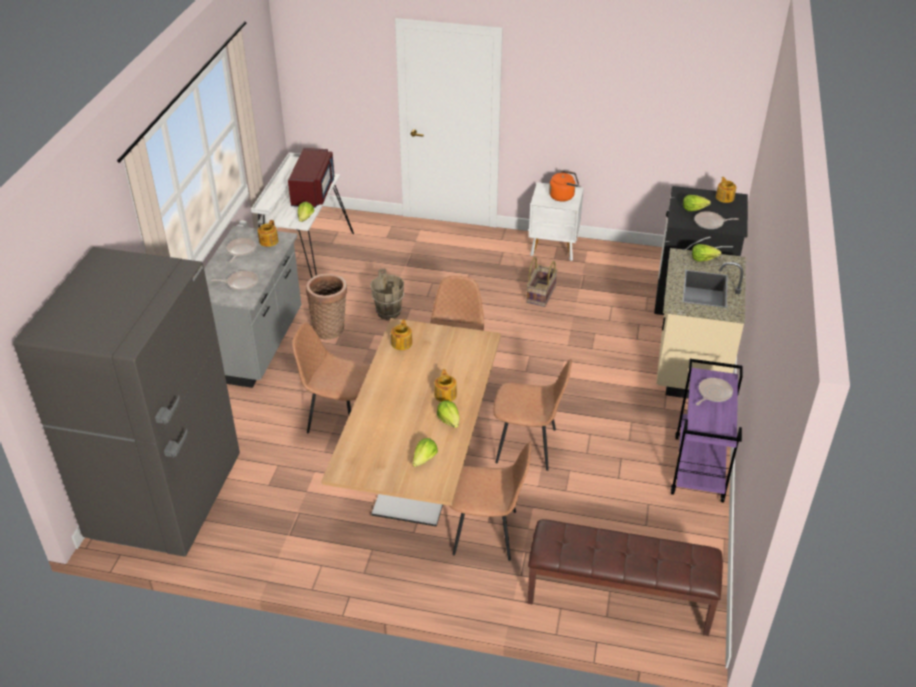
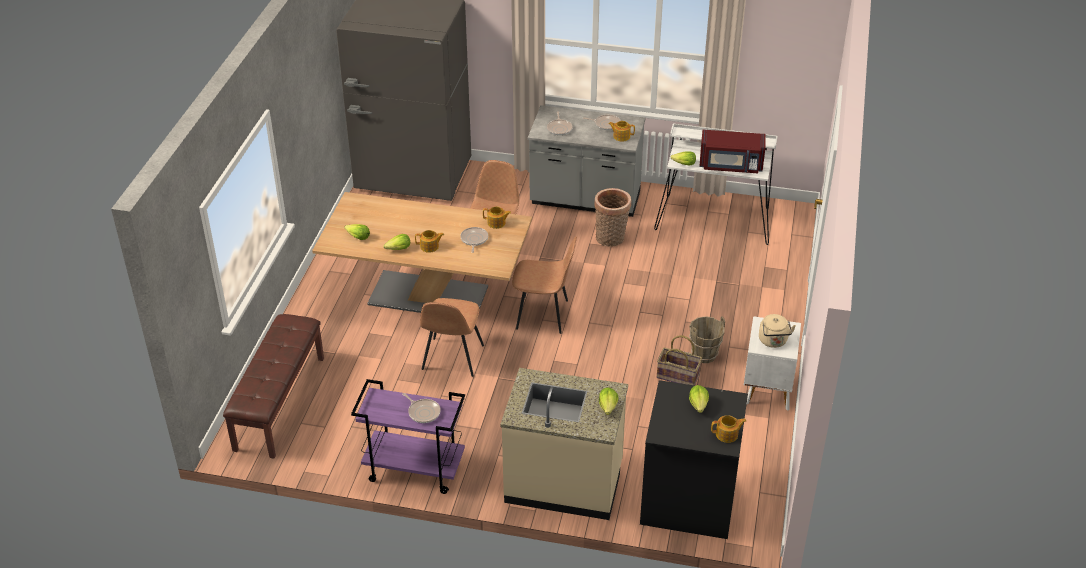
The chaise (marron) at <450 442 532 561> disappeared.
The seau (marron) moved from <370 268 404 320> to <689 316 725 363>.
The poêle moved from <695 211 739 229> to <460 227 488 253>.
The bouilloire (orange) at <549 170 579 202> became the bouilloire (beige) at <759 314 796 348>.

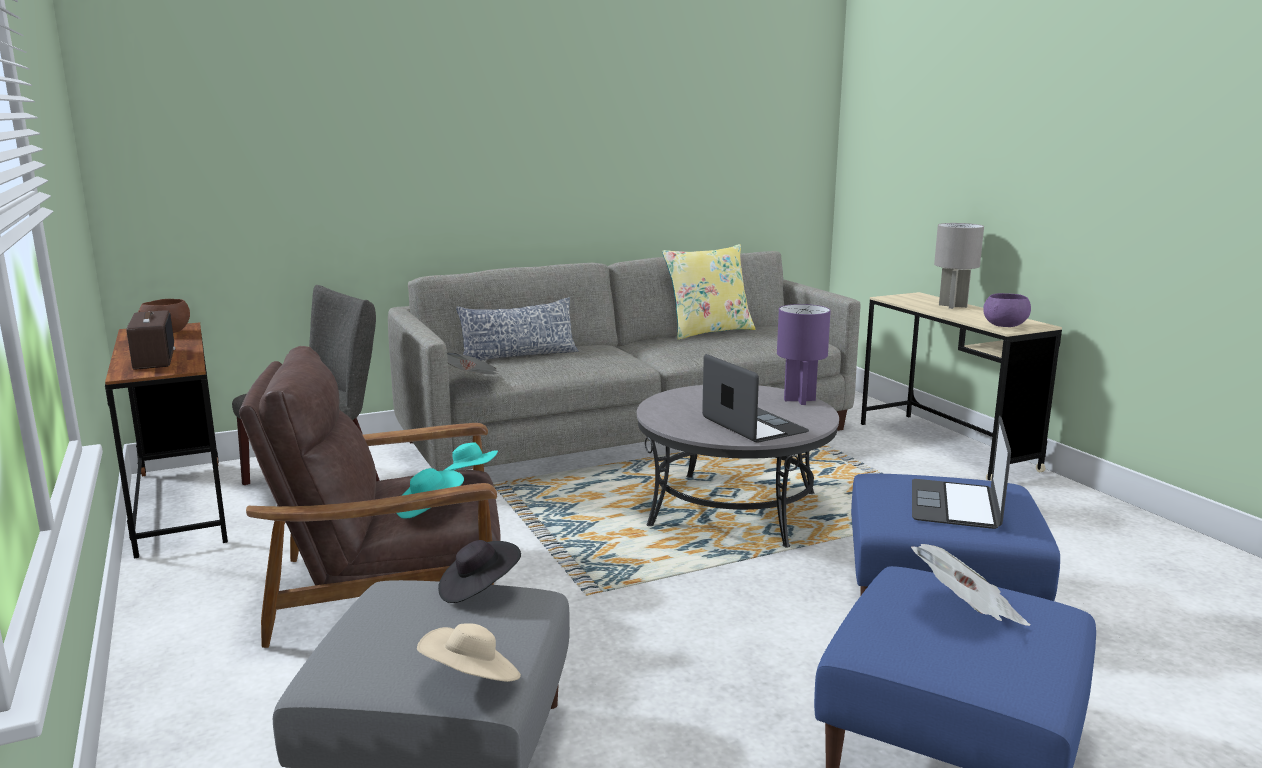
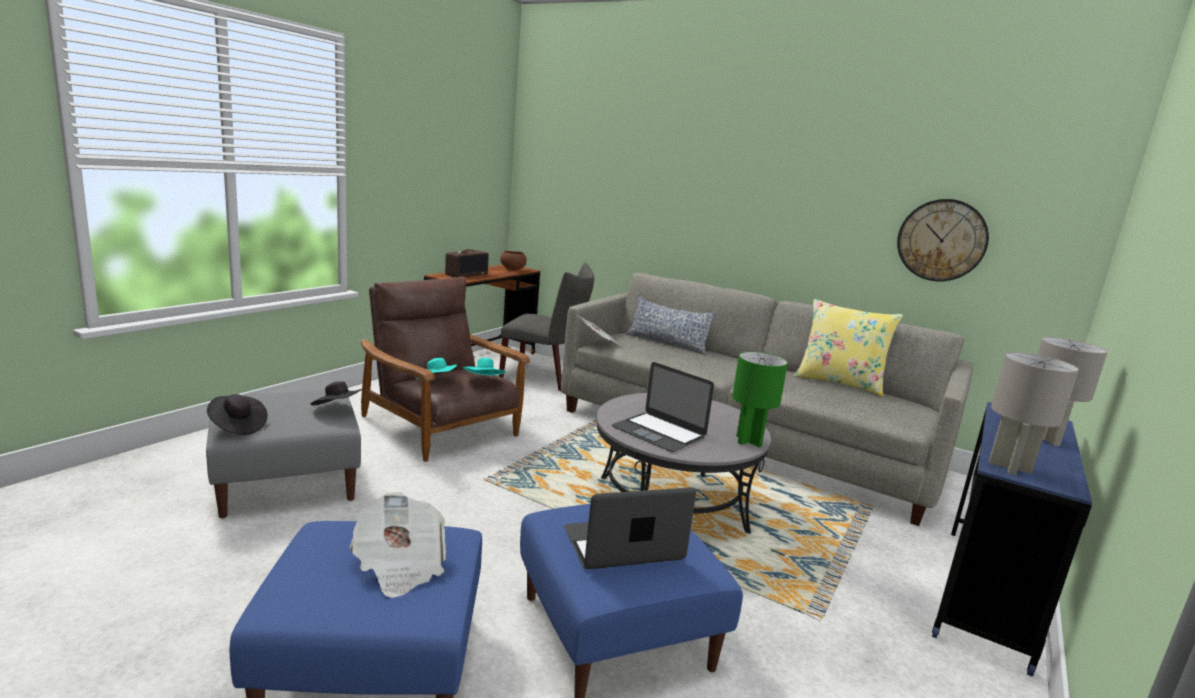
The horloge murale at <897 199 989 281> appeared.
The bol (violet) at <983 293 1031 327> was replaced by the lampe de table (gris) at <989 352 1079 475>.
The chapeau (beige) at <417 623 521 682> became the chapeau (noir) at <207 394 268 435>.
The lampe de table (violet) at <777 304 831 405> became the lampe de table (vert) at <732 351 788 447>.
The bureau (beige) at <861 292 1062 481> became the bureau (bleu) at <932 402 1092 677>.
The ordinateur portable at <702 354 809 443> turned 105 degrees clockwise.

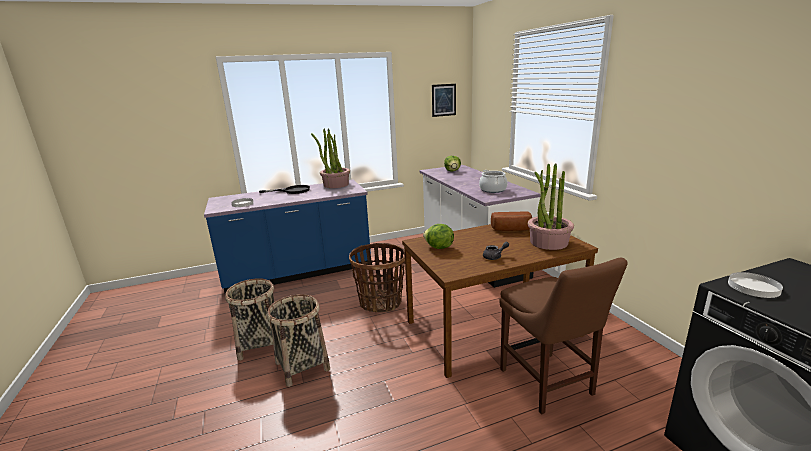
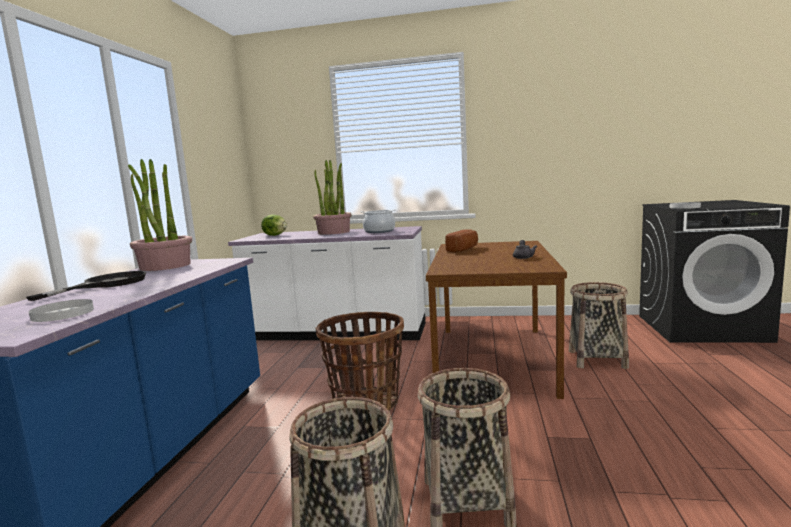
The laitue at <423 224 454 249> disappeared.
The tableau at <432 84 456 117> disappeared.
The plante en pot moved from <528 163 574 250> to <313 160 351 235>.
The chaise (marron) at <499 258 628 415> was replaced by the panier at <569 282 629 369>.

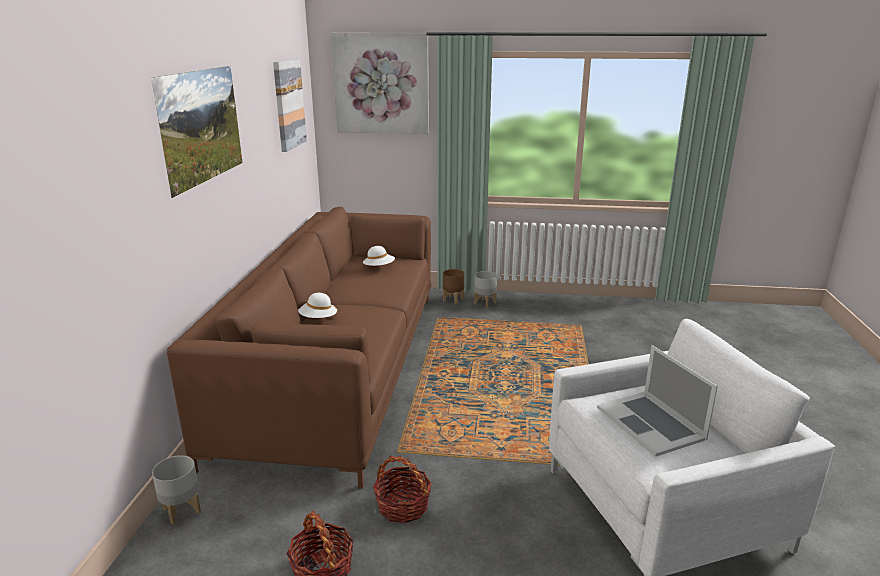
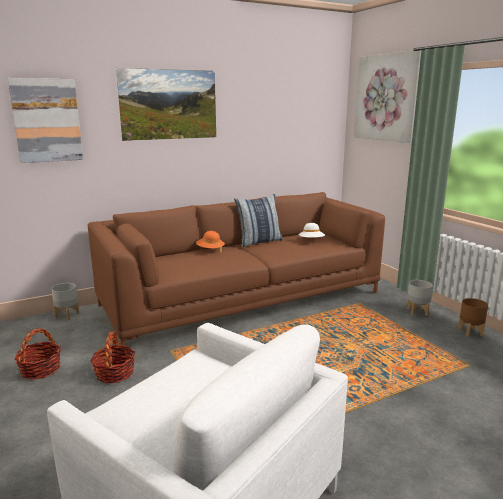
The ordinateur portable at <597 345 718 457> disappeared.
The coussin at <234 194 283 247> appeared.
The tableau moved from <273 59 307 152> to <8 78 83 163>.
The cache-pot (marron) moved from <443 269 464 304> to <458 298 488 337>.
The chapeau (blanc) at <298 293 338 318> became the chapeau (orange) at <196 231 225 253>.

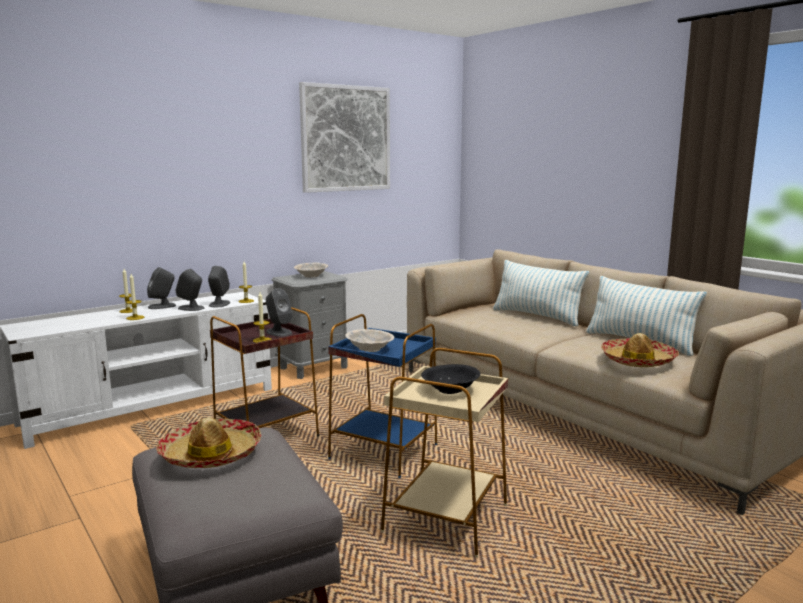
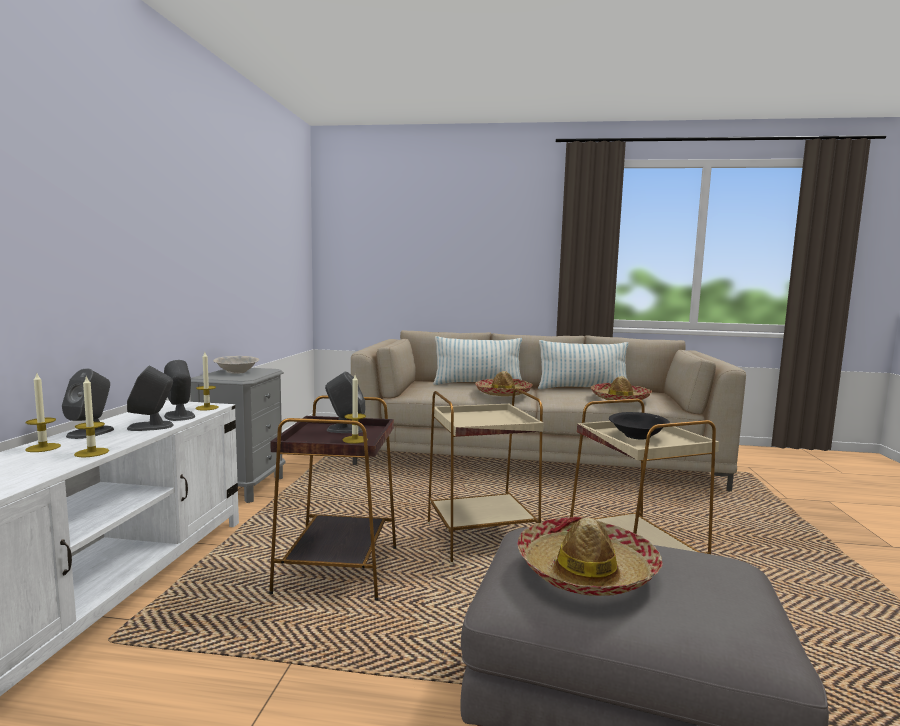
The tableau at <299 82 390 193> disappeared.
The bol (beige) at <345 329 394 352> disappeared.
The chapeau at <475 371 532 396> appeared.
The table d'appoint (bleu) at <328 314 437 478> became the table d'appoint (beige) at <428 388 543 565>.

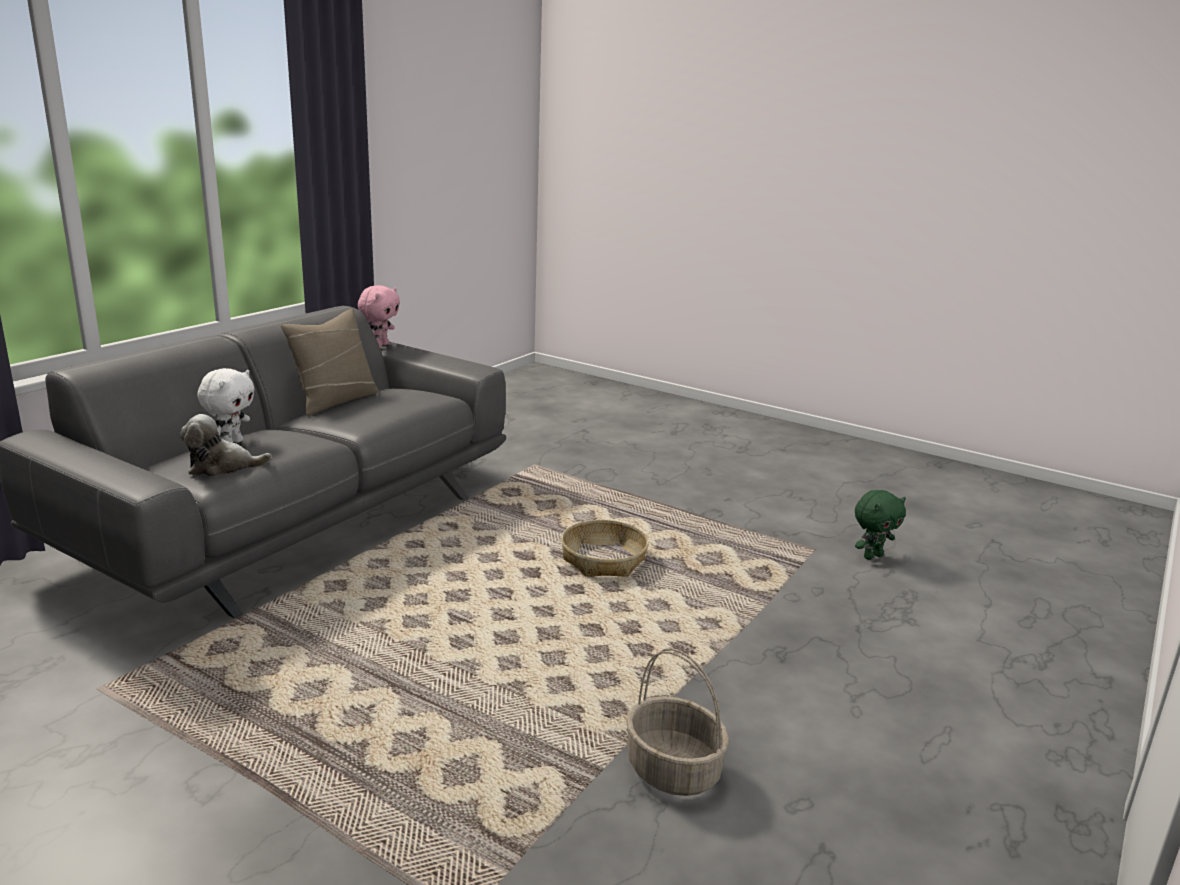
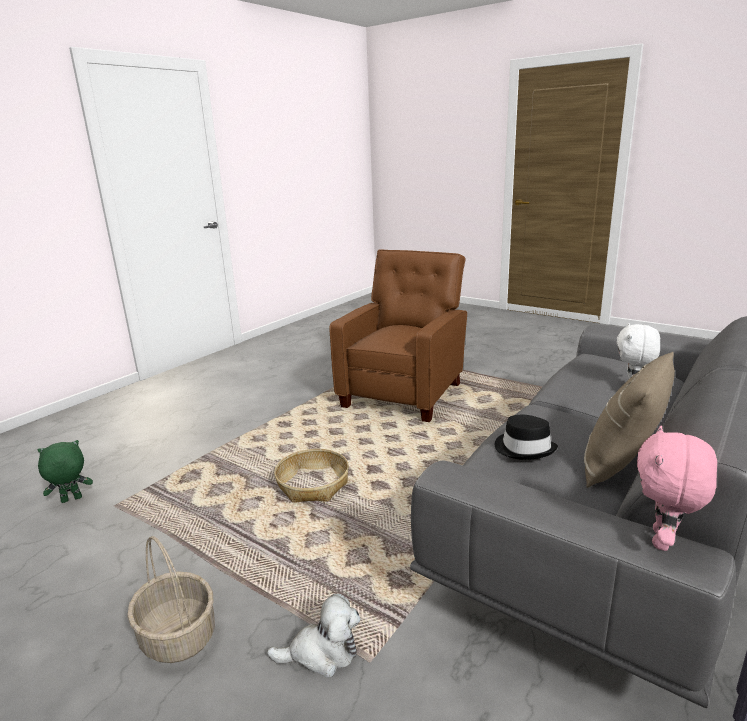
The fauteuil (marron) at <329 249 467 422> appeared.
The chapeau (noir) at <495 415 558 460> appeared.
The peluche moved from <180 414 272 477> to <267 594 360 678>.
The panier moved from <626 648 729 796> to <127 536 215 663>.

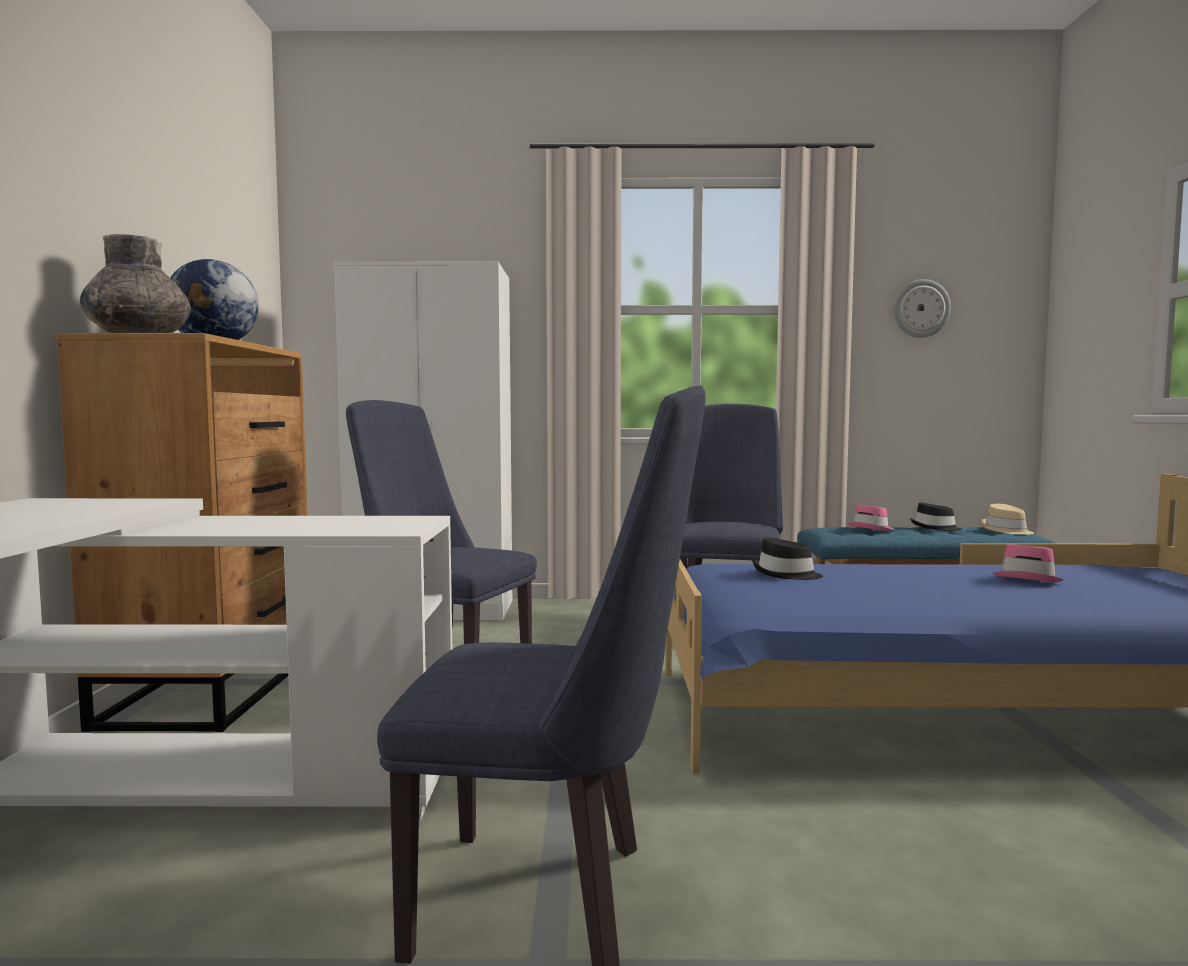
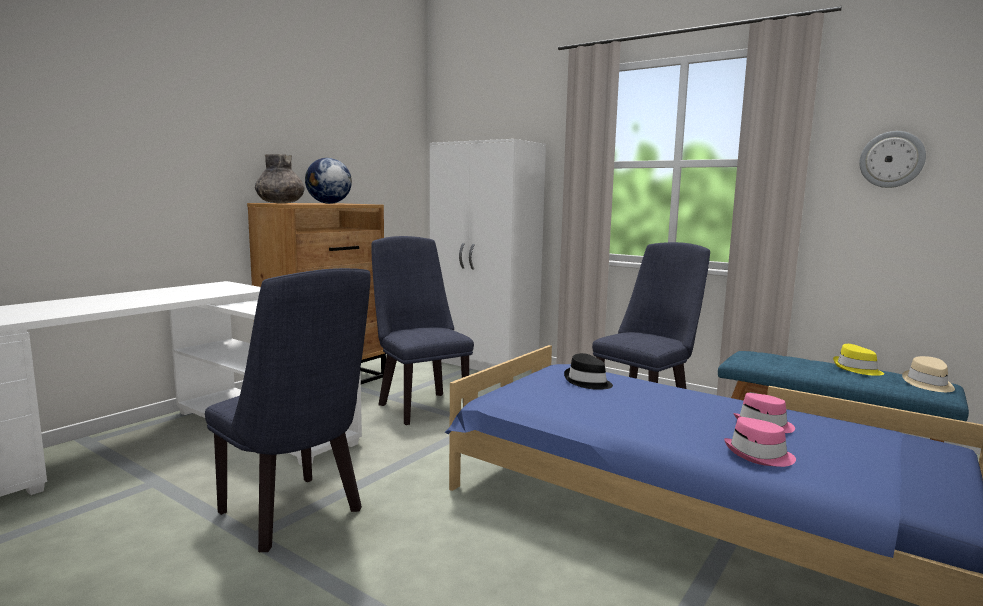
The chapeau (rose) moved from <848 505 895 530> to <724 417 796 467>.
The chapeau (noir) at <910 502 962 531> became the chapeau (jaune) at <833 344 884 376>.

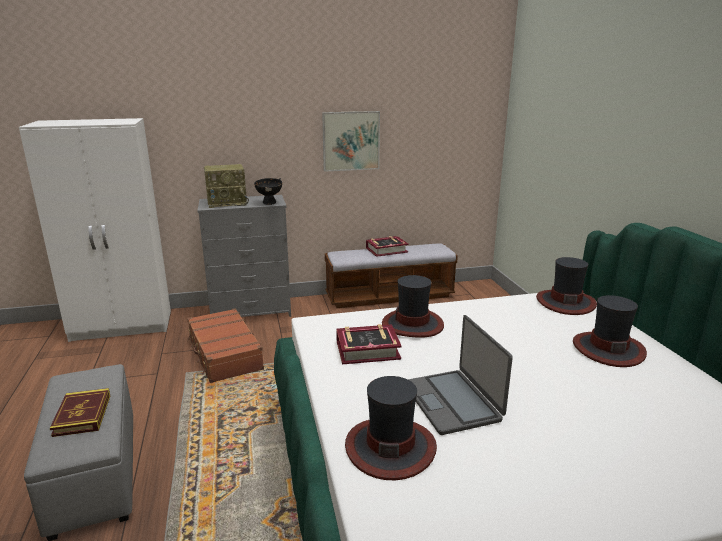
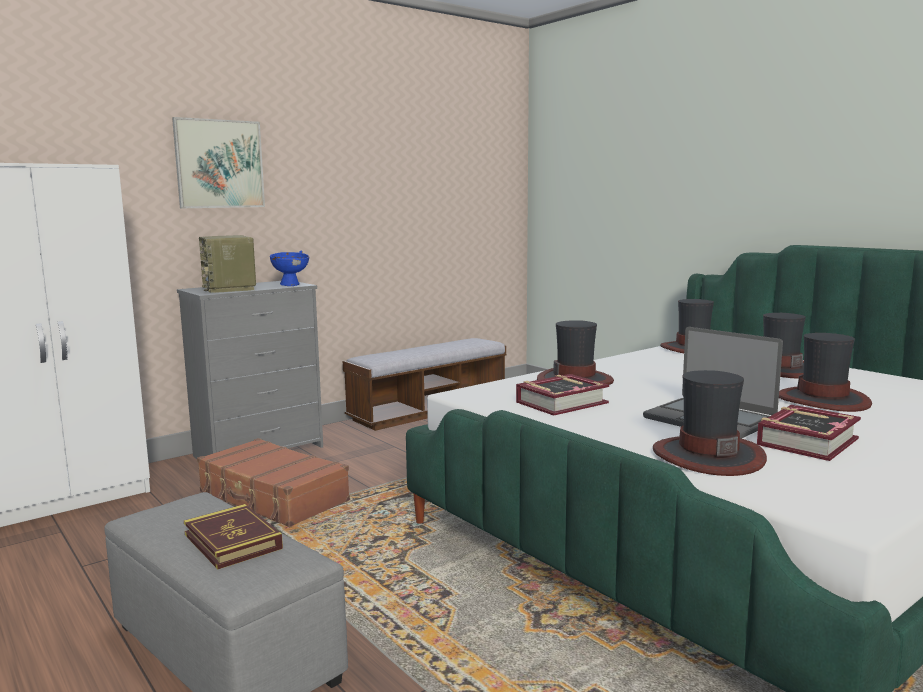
The chapeau at <779 333 872 412> appeared.
The tableau moved from <322 111 380 172> to <172 117 265 208>.
The livre moved from <366 236 408 257> to <757 405 861 461>.
The bol (noir) at <254 178 282 205> became the bol (bleu) at <270 251 309 286>.
The radio at <204 164 249 208> turned 105 degrees clockwise.

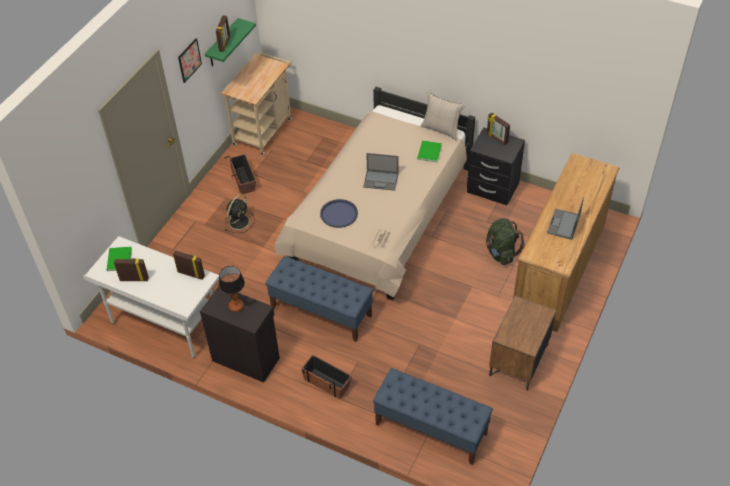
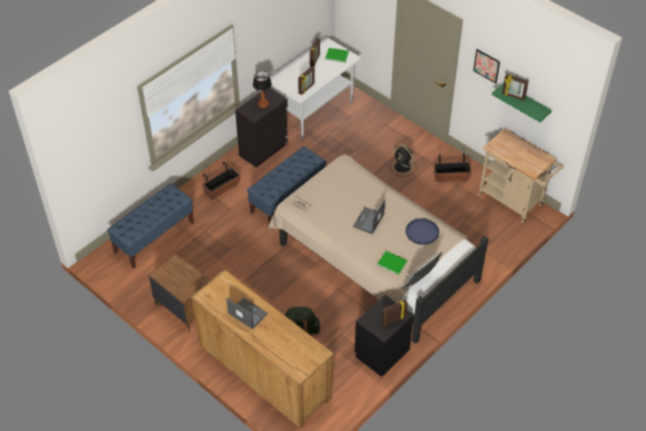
The plateau (bleu) moved from <320 199 358 228> to <406 218 439 245>.

